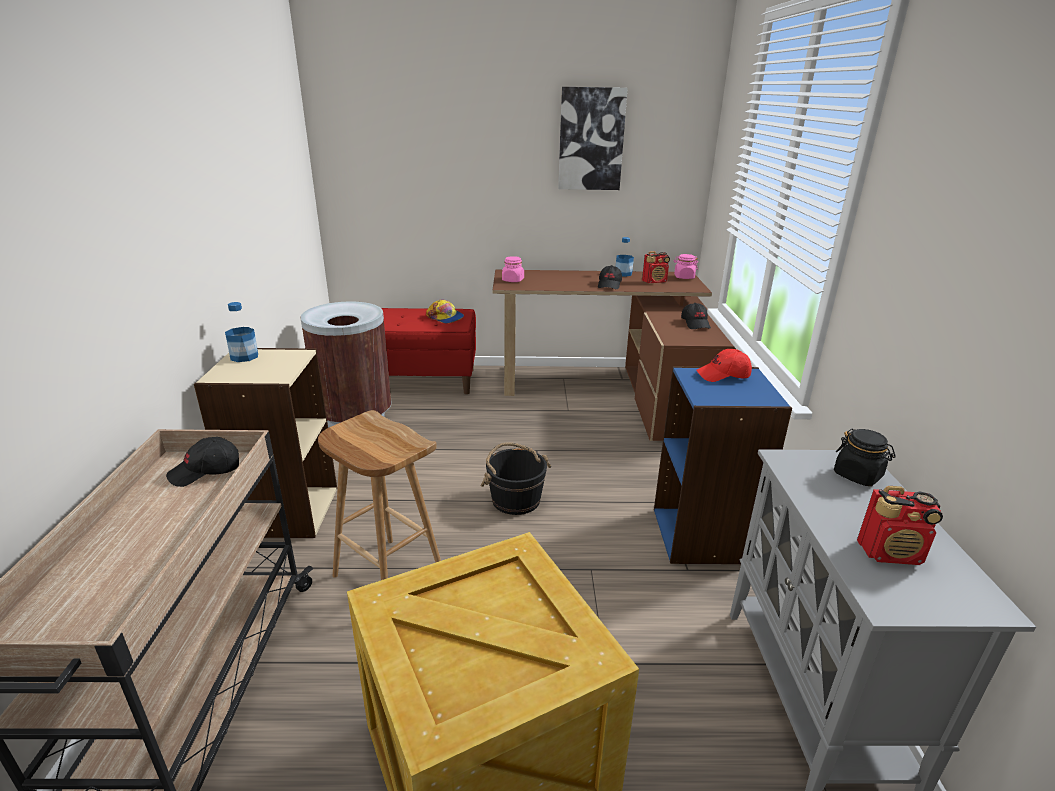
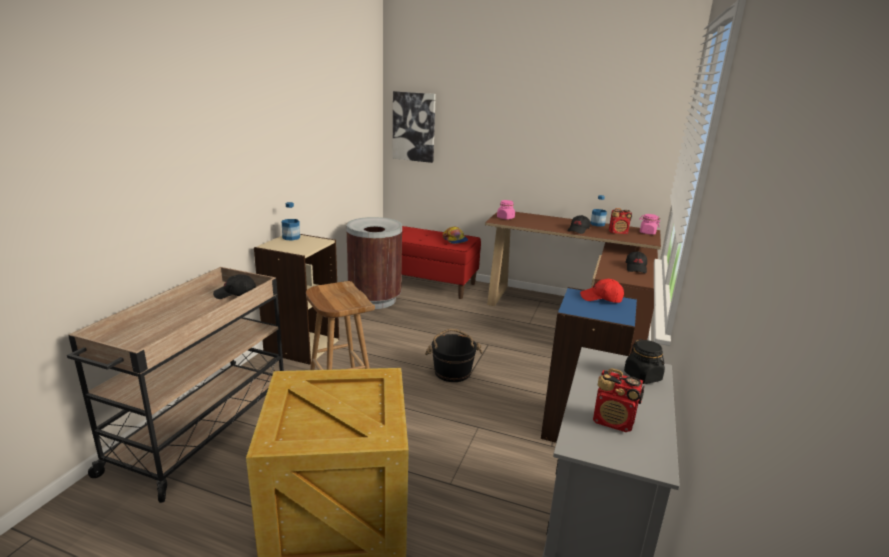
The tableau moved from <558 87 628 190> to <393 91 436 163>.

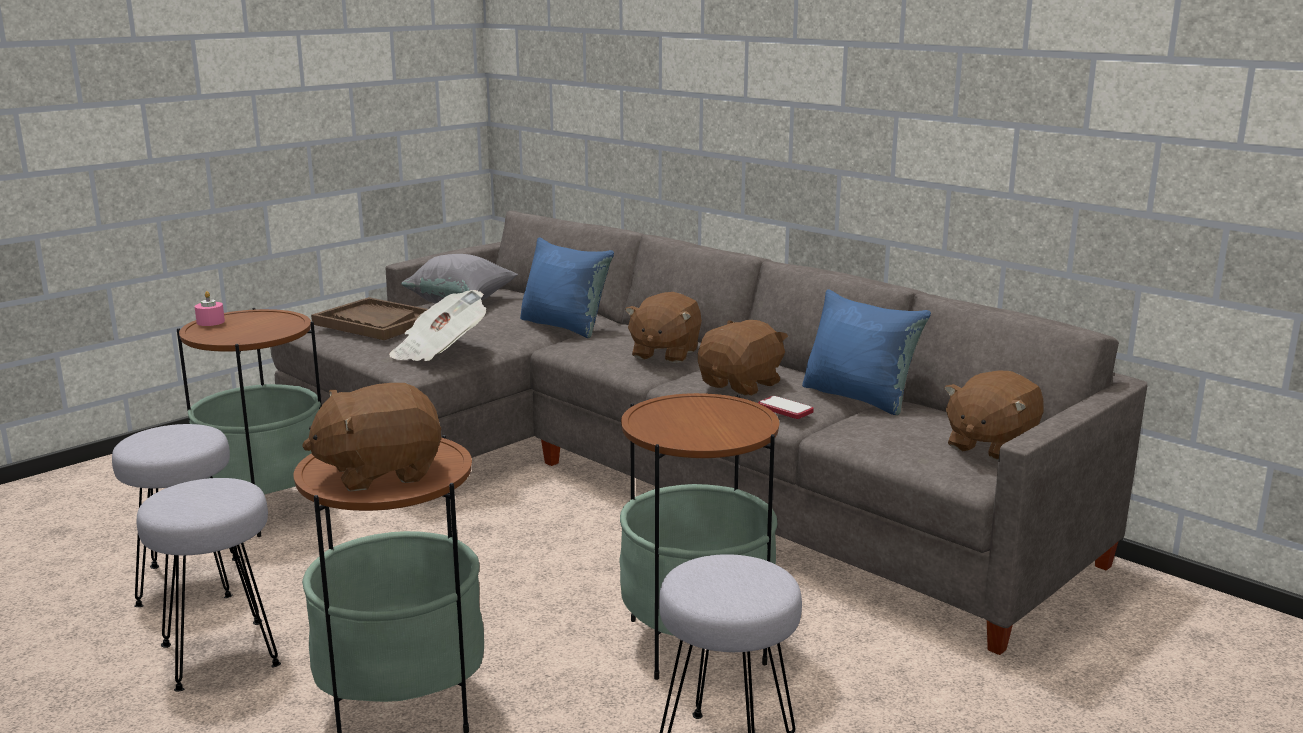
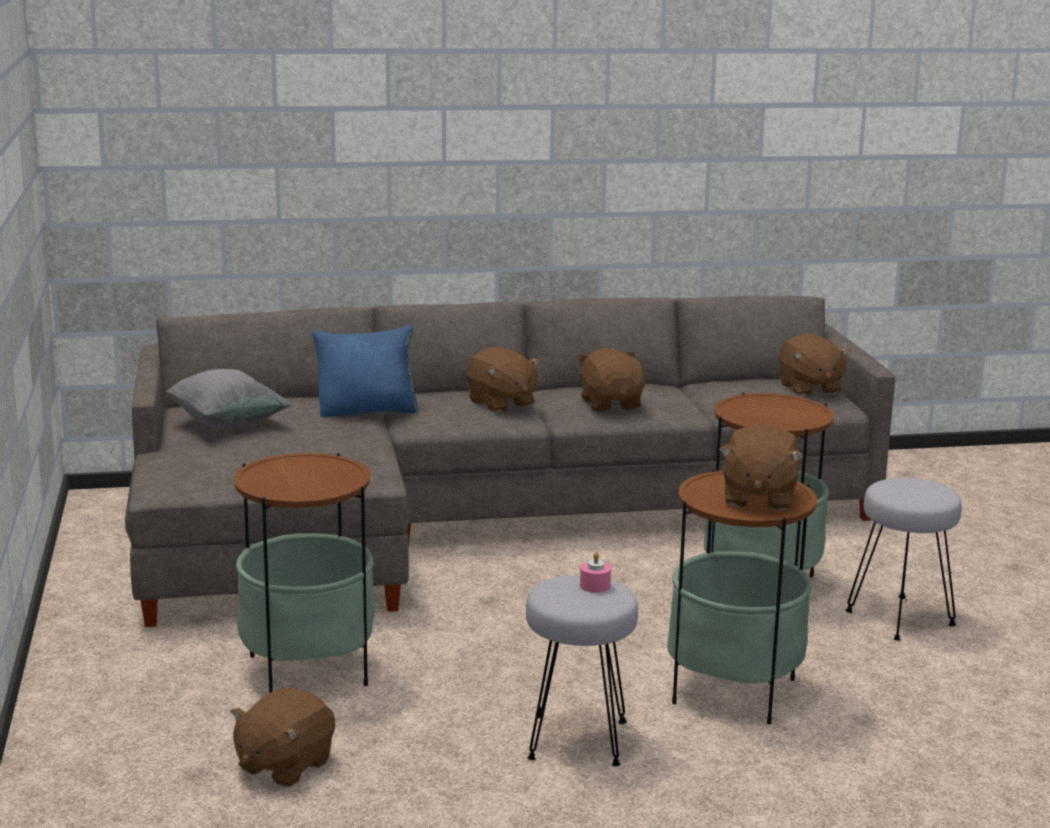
The tabouret (gris) at <112 424 240 607> disappeared.
The plateau (marron) at <311 297 428 340> disappeared.
The journal at <389 290 486 361> disappeared.
The téléphone at <758 396 814 419> disappeared.
The coussin (bleu) at <802 289 931 415> disappeared.
The peluche (marron) at <231 688 335 787> appeared.
The bougie (rose) moved from <194 291 225 326> to <580 552 611 593>.

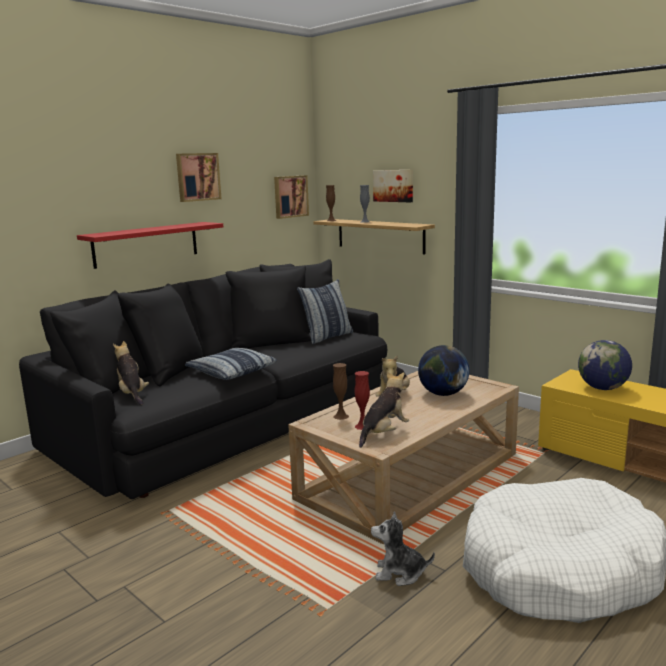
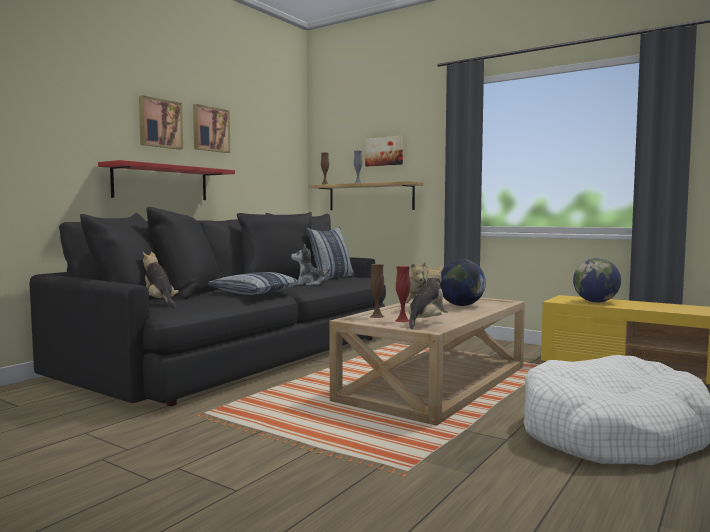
The tableau moved from <274 175 309 219> to <139 95 183 150>.
The peluche moved from <371 511 435 586> to <291 244 330 286>.

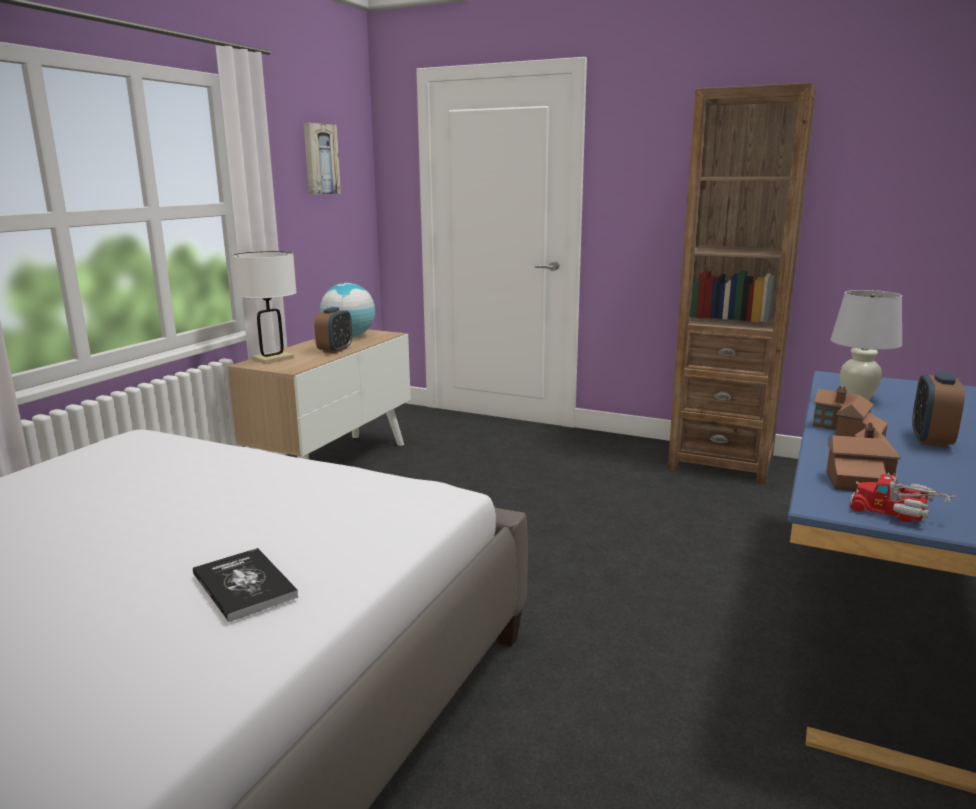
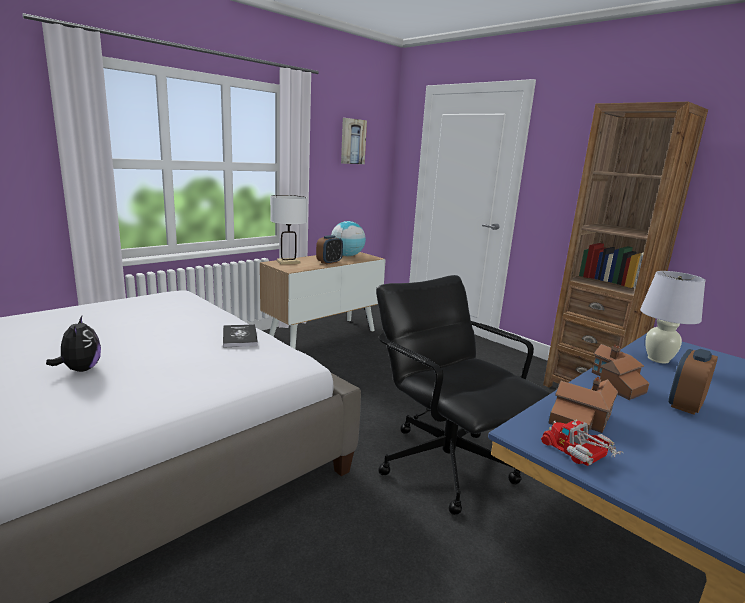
The peluche at <46 316 101 372> appeared.
The chaise de bureau (noir) at <376 275 550 515> appeared.
The livre moved from <193 548 298 622> to <223 324 258 348>.

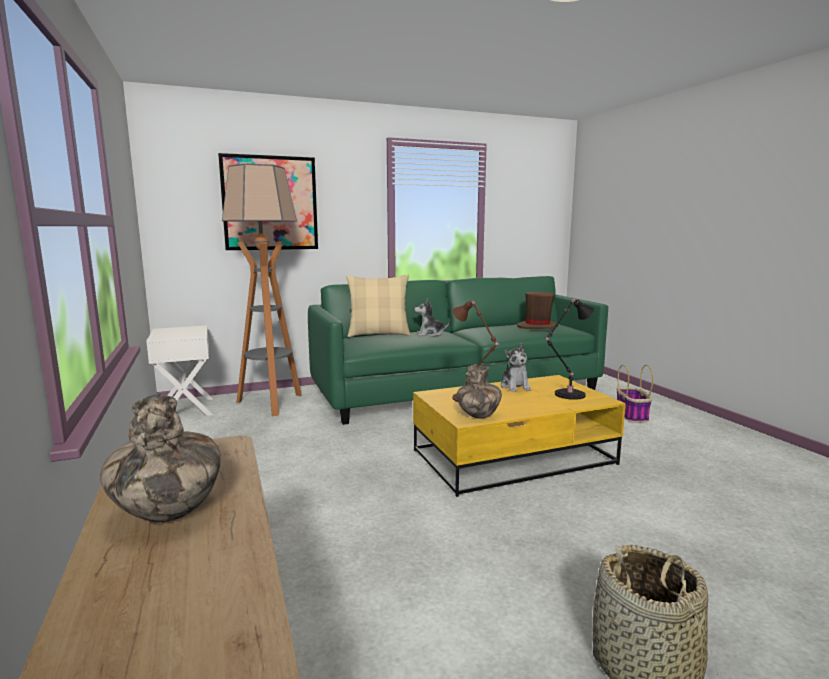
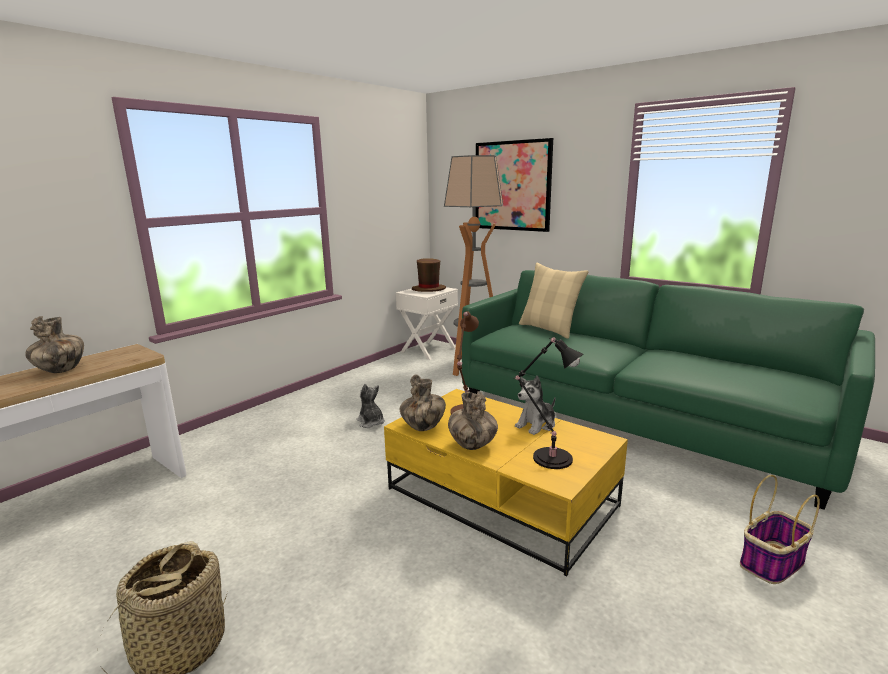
The vase at <448 391 498 450> appeared.
The peluche moved from <414 299 449 337> to <357 384 385 428>.
The chapeau (marron) moved from <517 292 558 329> to <412 258 446 292>.

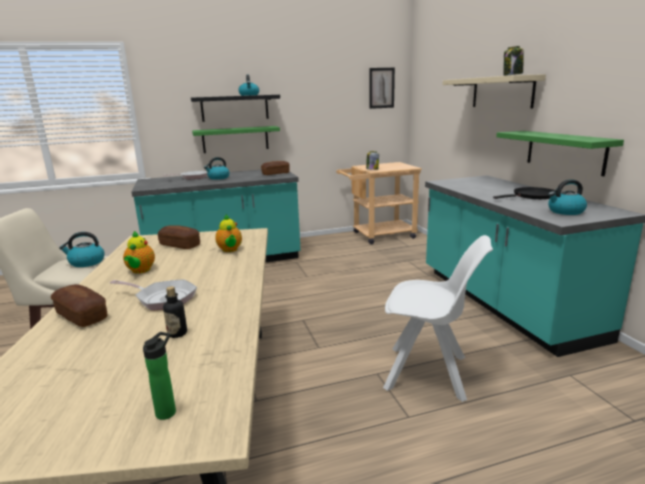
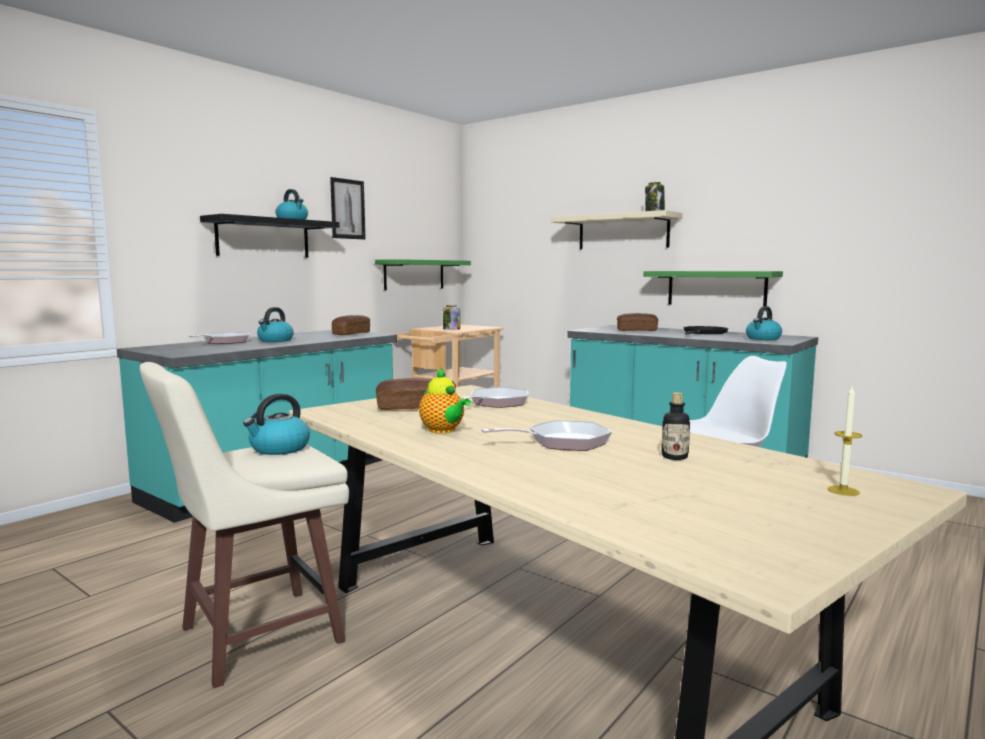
The pain moved from <51 284 107 327> to <617 313 658 331>.
The étagère (vert) moved from <192 126 280 153> to <375 259 471 290>.
The tableau moved from <369 68 395 109> to <330 177 365 240>.
The bouteille at <143 332 176 420> was replaced by the bougie at <827 387 862 496>.
The théière at <215 214 242 252> was replaced by the poêle at <461 387 529 408>.

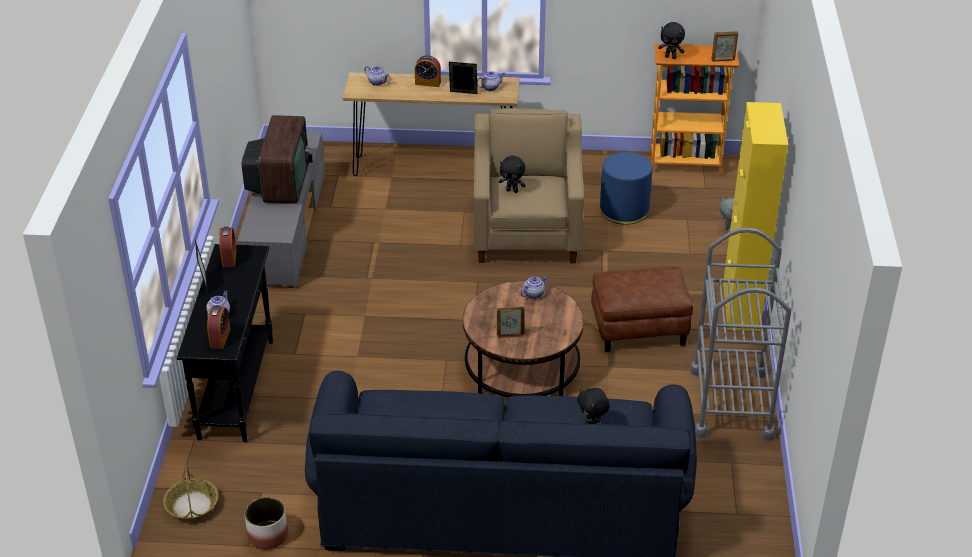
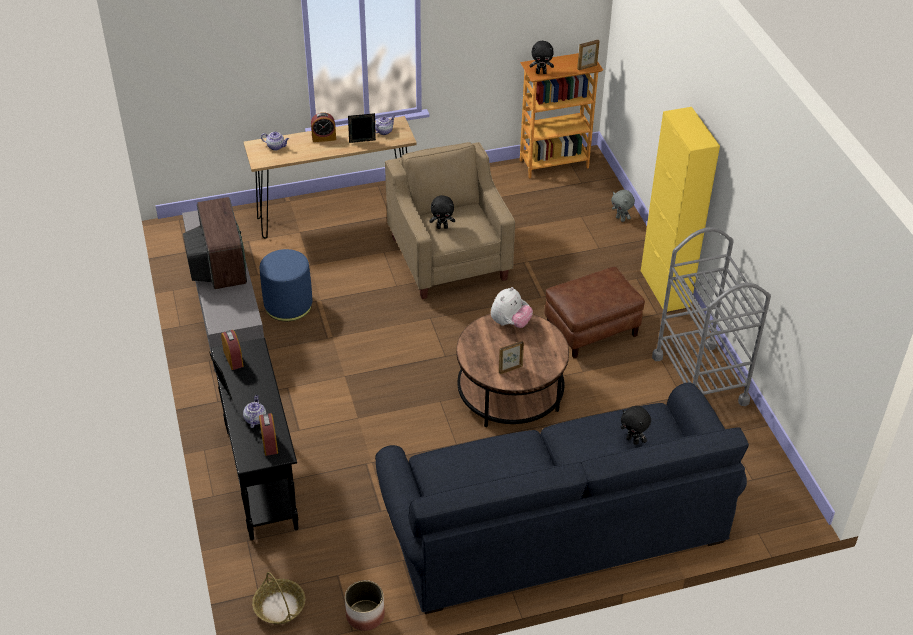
The pouf (bleu) moved from <600 152 652 225> to <260 249 312 321>.
The théière at <520 275 549 299> was replaced by the peluche at <491 287 533 328>.

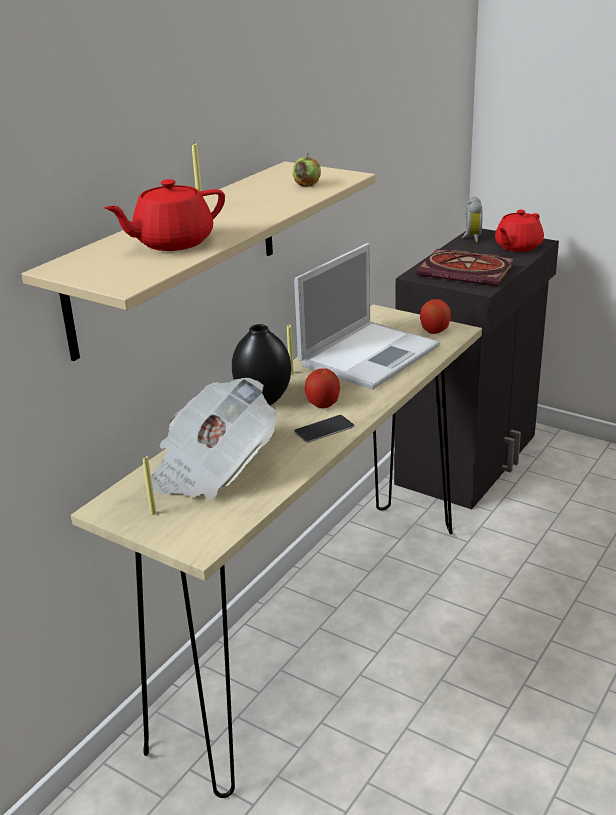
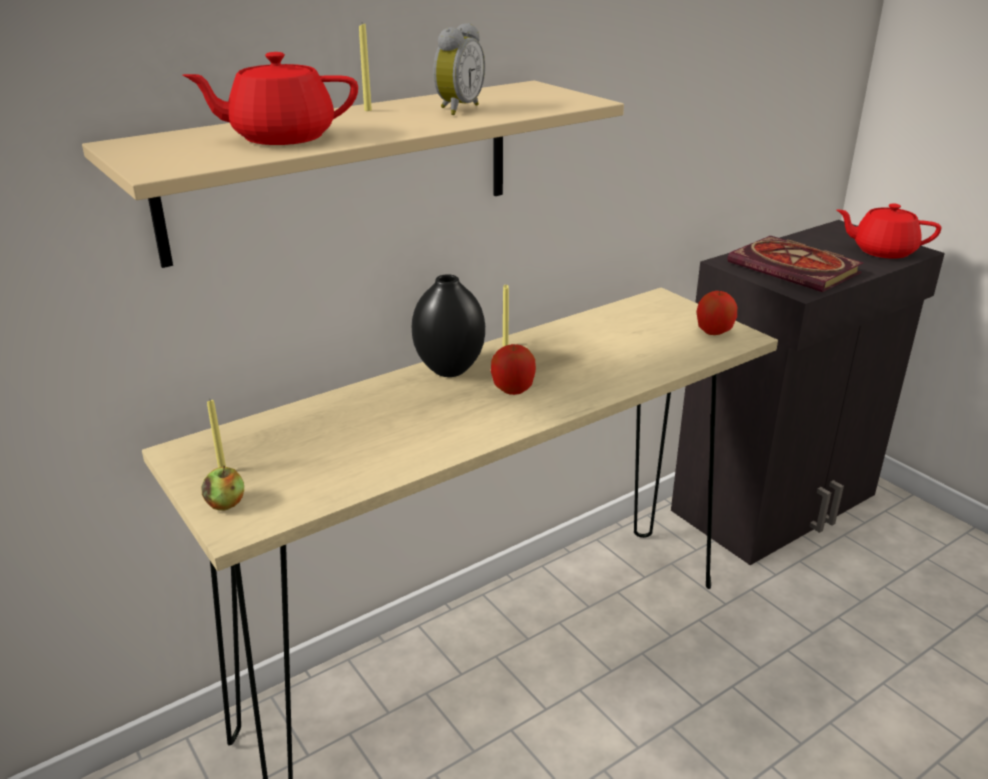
The journal at <151 378 277 499> disappeared.
The ordinateur portable at <294 243 440 390> disappeared.
The téléphone at <294 415 355 443> disappeared.
The pomme moved from <293 153 321 187> to <202 466 244 511>.
The réveil moved from <462 196 482 243> to <433 23 485 115>.
The théière (rouge) at <495 210 544 252> turned 45 degrees clockwise.

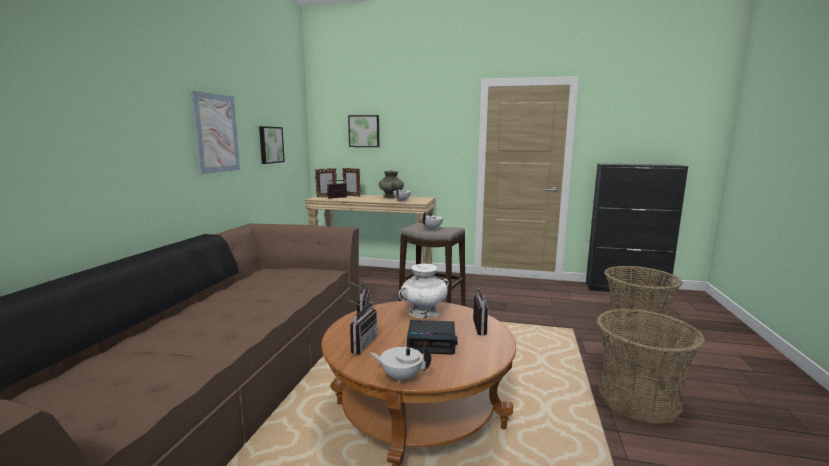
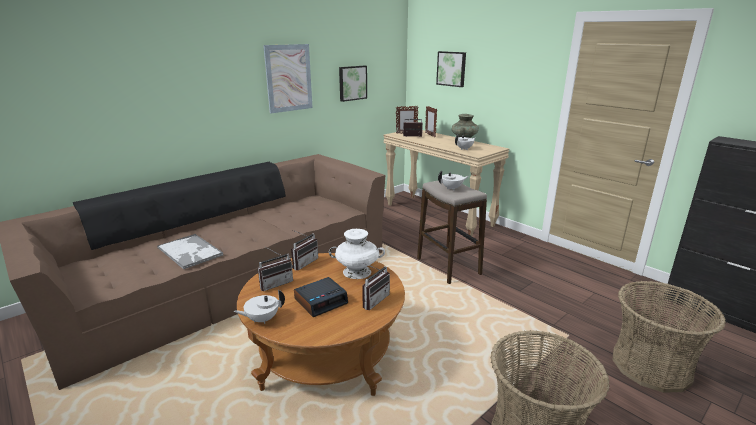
The plateau at <157 234 223 269> appeared.
The théière (blanc) at <370 345 431 383> turned 75 degrees counterclockwise.
The réveil at <407 320 458 355> turned 75 degrees counterclockwise.

